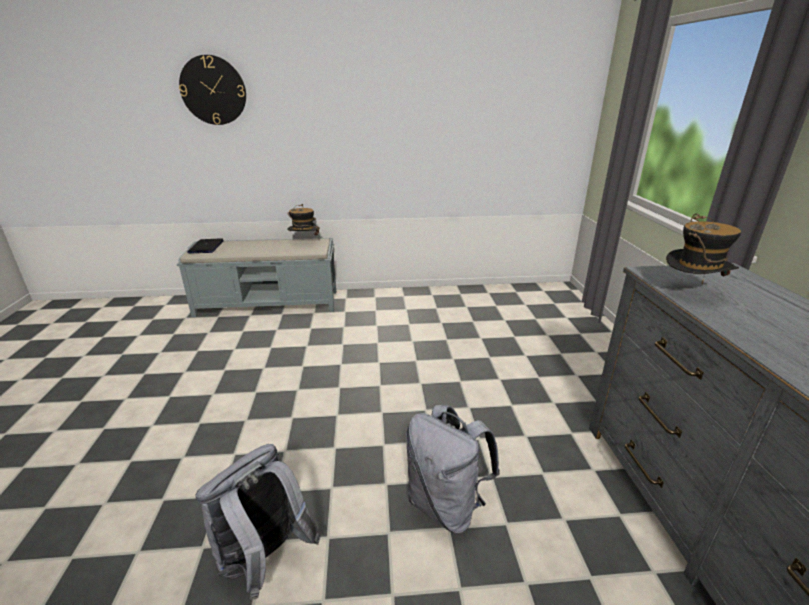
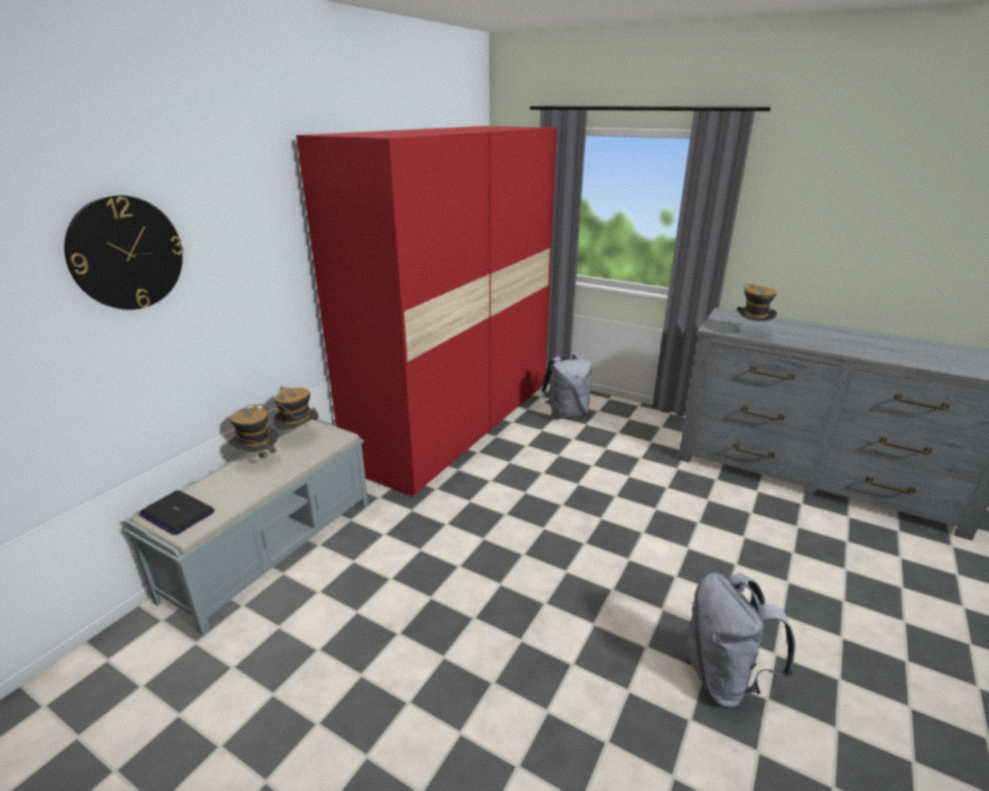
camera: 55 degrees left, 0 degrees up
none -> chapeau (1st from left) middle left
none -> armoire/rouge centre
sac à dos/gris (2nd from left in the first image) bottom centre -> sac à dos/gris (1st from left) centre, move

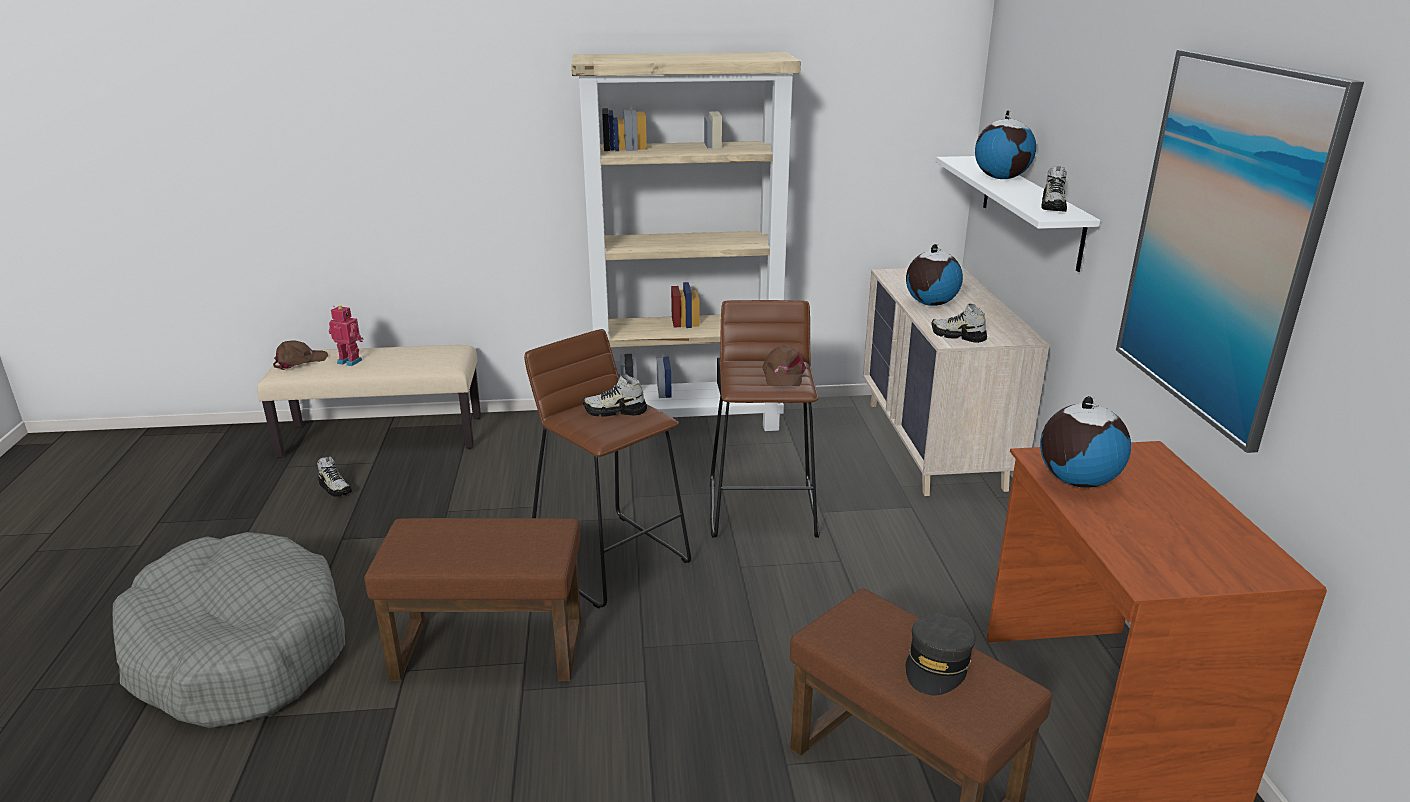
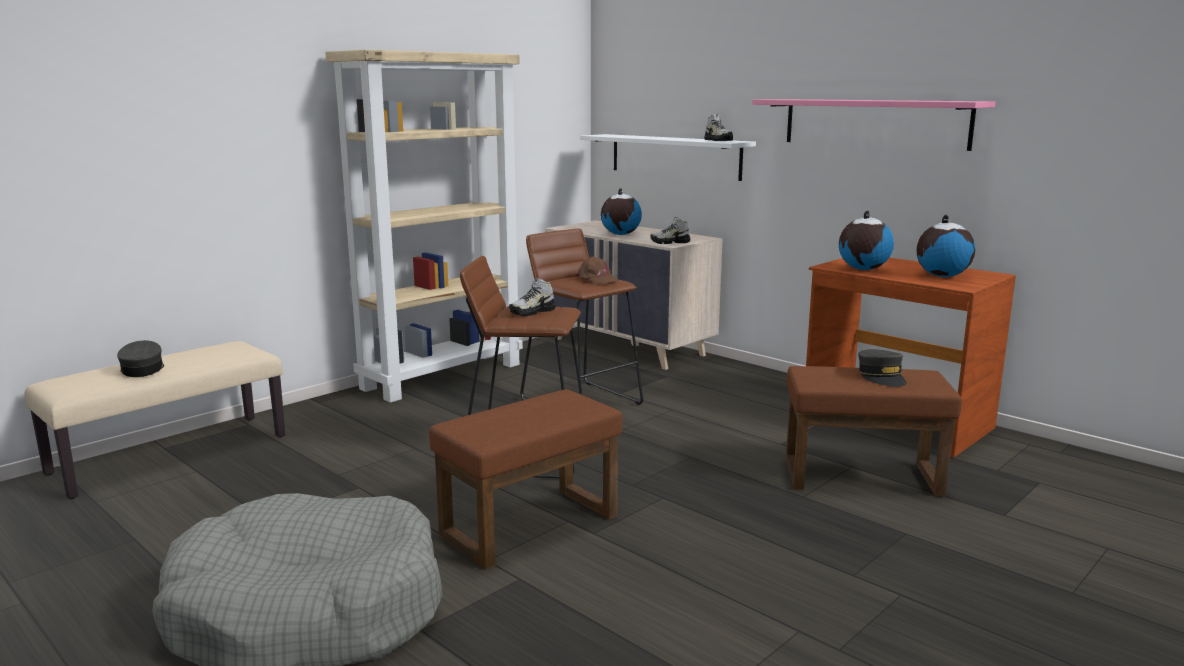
camera: 40 degrees left, 10 degrees down
robot jouet middle left -> casquette/gris (1st from left) middle left
tableau top right -> étagère/rose top right
globe (2nd from left in the first image) top right -> globe (3rd from left) middle right, move
casquette/marron (1st from left) middle left -> none
chaussure (1st from left) middle left -> none

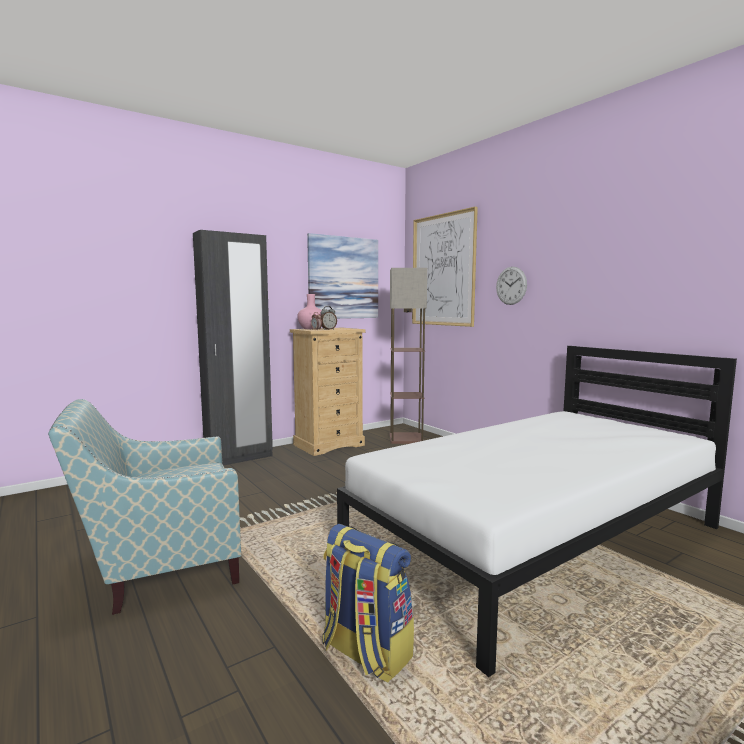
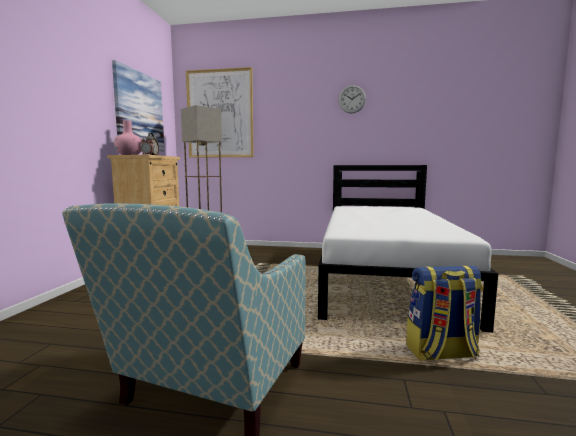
camera: 45 degrees left, 0 degrees up
horloge murale middle right -> horloge murale top centre, move
armoire/noir middle left -> none

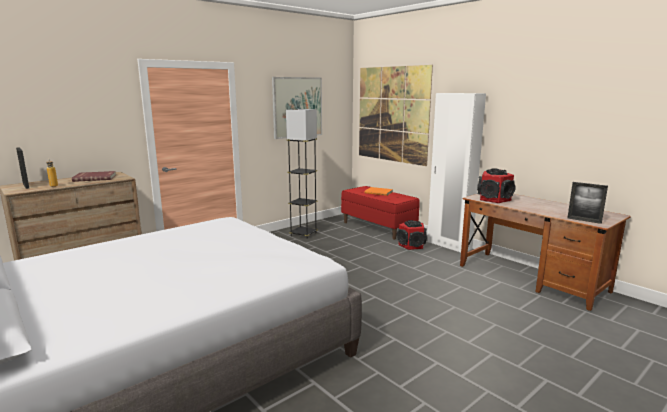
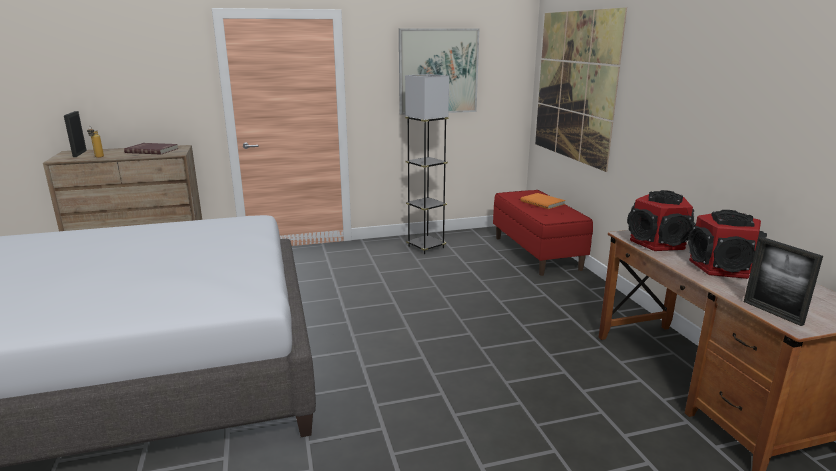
camera: 25 degrees right, 5 degrees up
enceinte (1st from left in the first image) centre -> enceinte (2nd from left) middle right, move
armoire/blanc middle right -> none

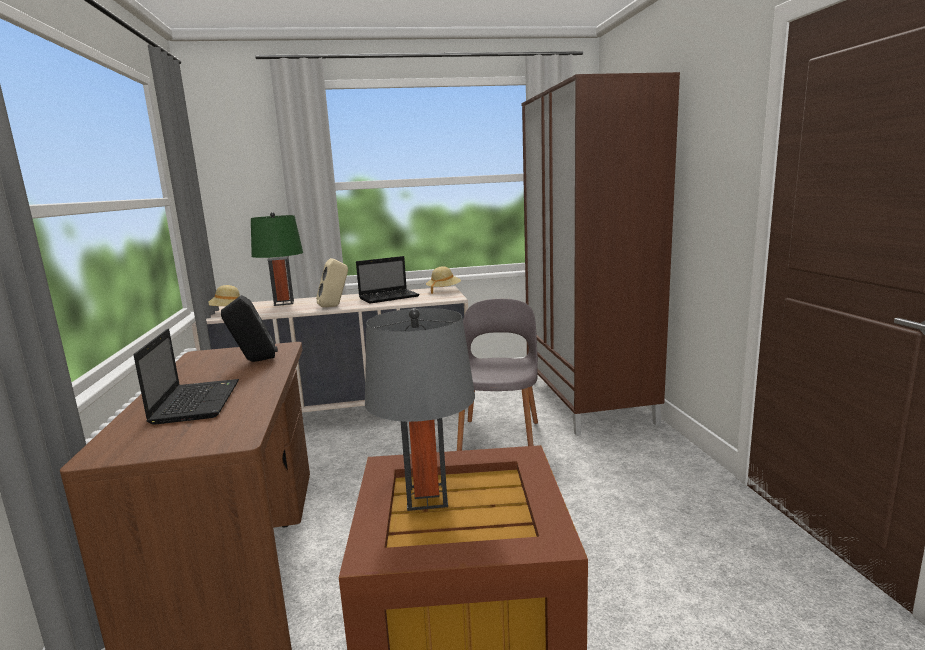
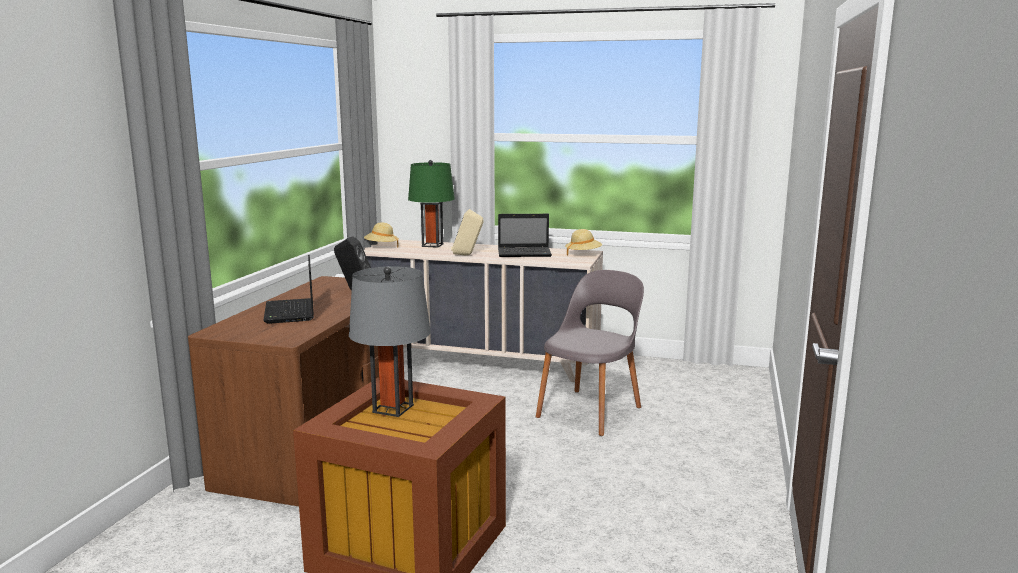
camera: 25 degrees right, 0 degrees up
ordinateur portable (1st from left) middle left, 150 degrees clockwise
armoire/marron centre -> none

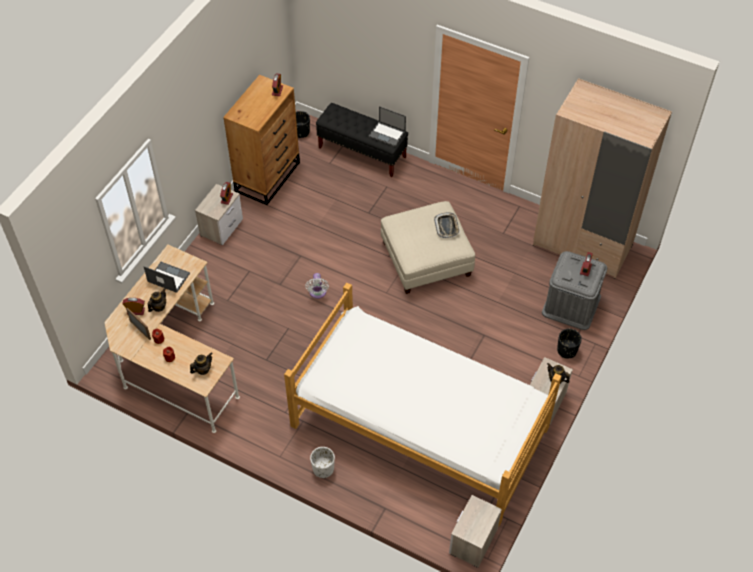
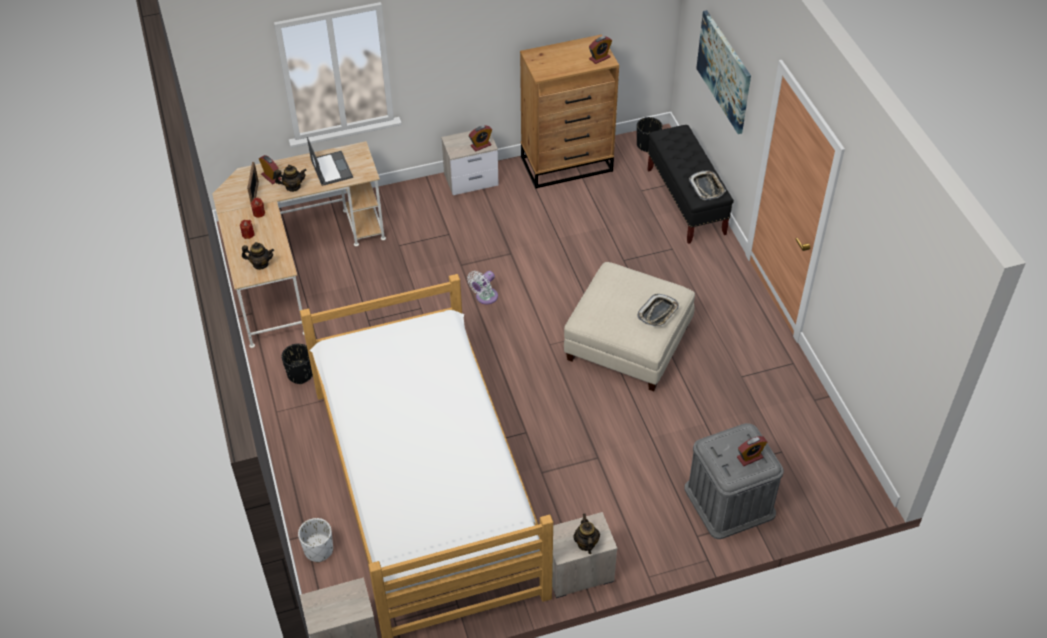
camera: 45 degrees right, 5 degrees down
cache-pot/noir (2nd from left in the first image) middle right -> cache-pot/noir (1st from left) middle left, move
cache-pot/blanc bottom centre -> cache-pot/blanc bottom left, move
ordinateur portable (2nd from left) top centre -> plateau (2nd from left) top right
none -> tableau top right
armoire/beige top right -> none

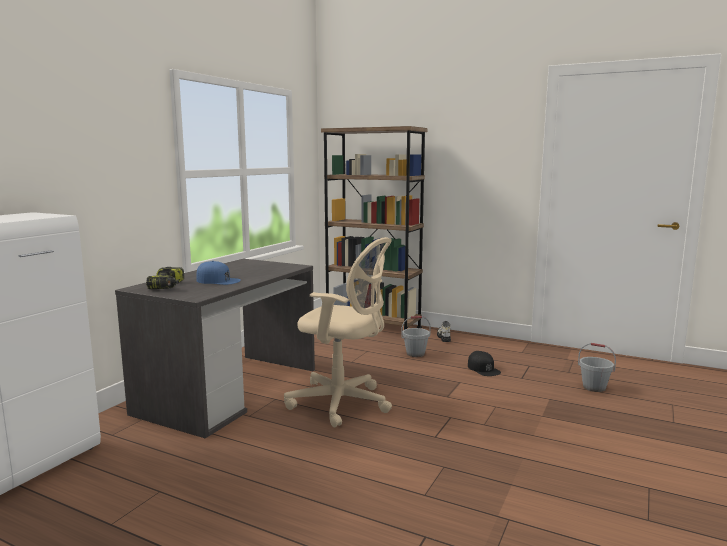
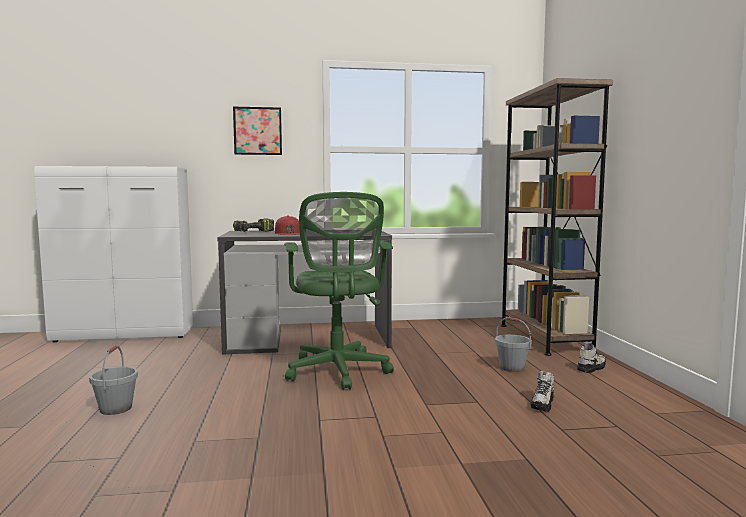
camera: 55 degrees right, 5 degrees down
seau/gris (2nd from left in the first image) bottom right -> seau/gris (1st from left) bottom left, move
none -> tableau top centre
casquette/bleu middle left -> casquette/rouge centre
chaise de bureau/beige centre -> chaise de bureau/vert centre
casquette/noir centre -> chaussure (1st from left) bottom right

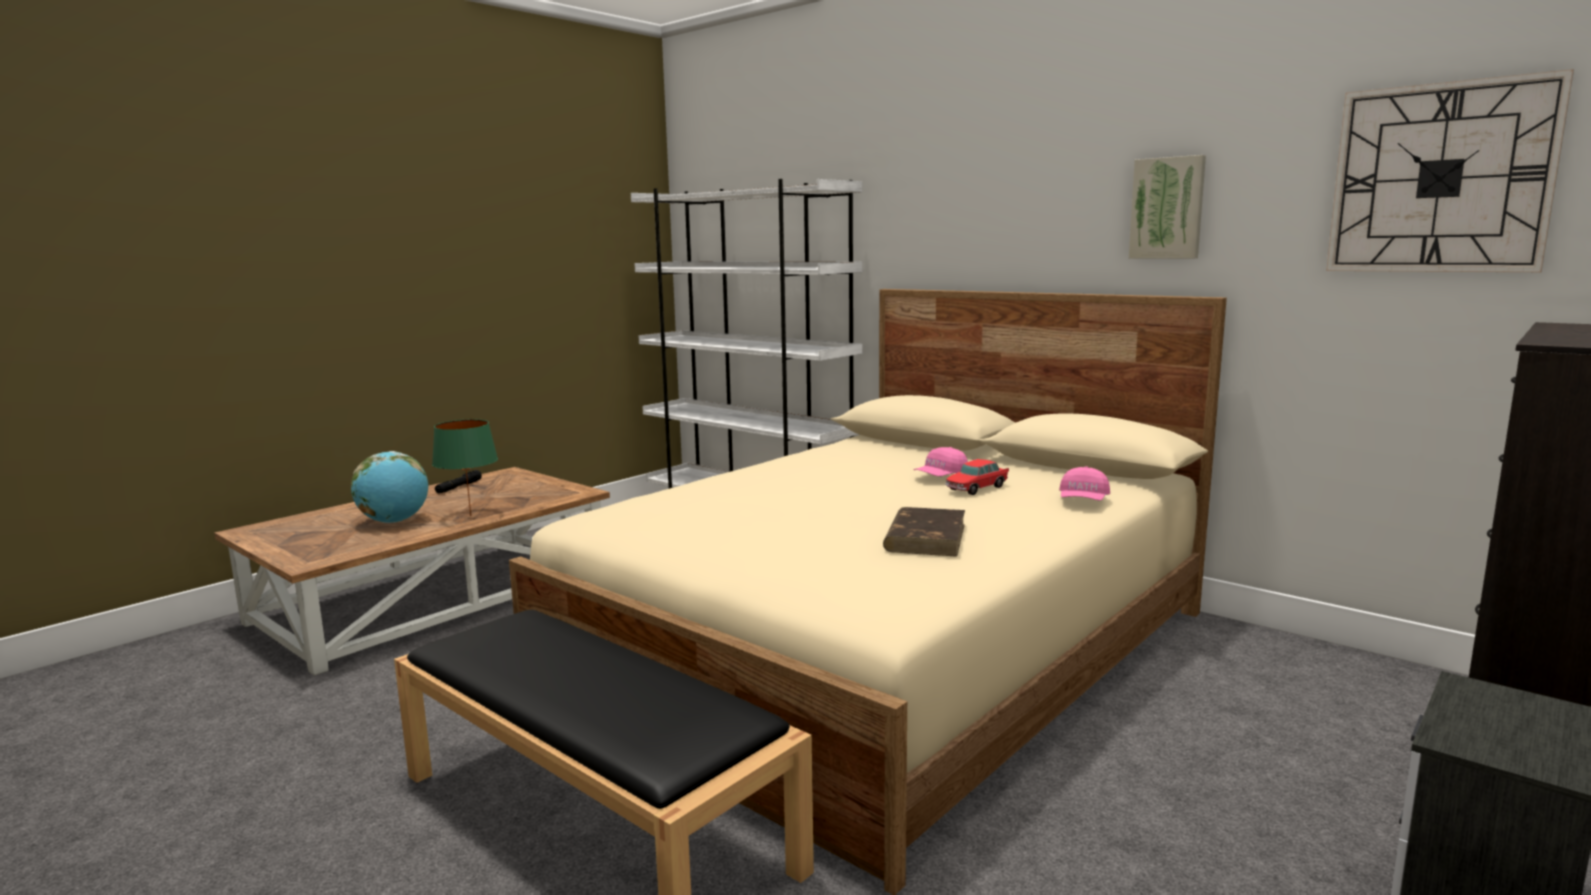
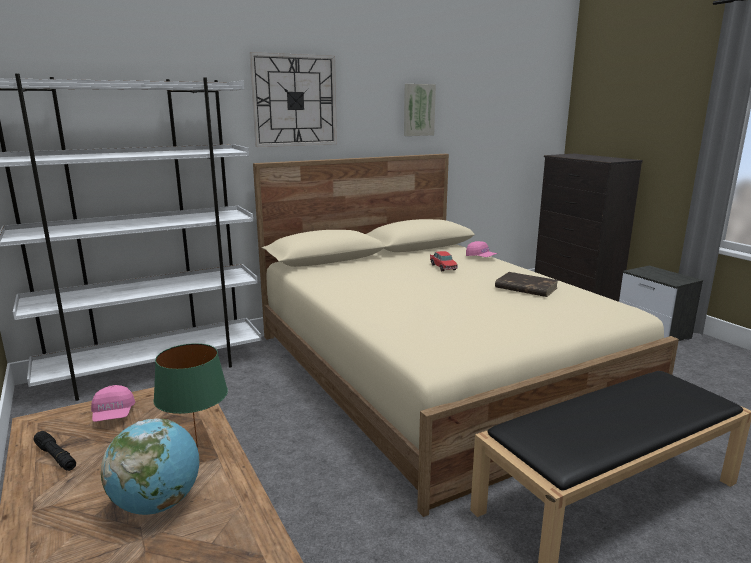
camera: 70 degrees left, 5 degrees up
casquette/rose (1st from left) centre -> casquette/rose (1st from left) bottom left, move
horloge murale top right -> horloge murale top centre, move

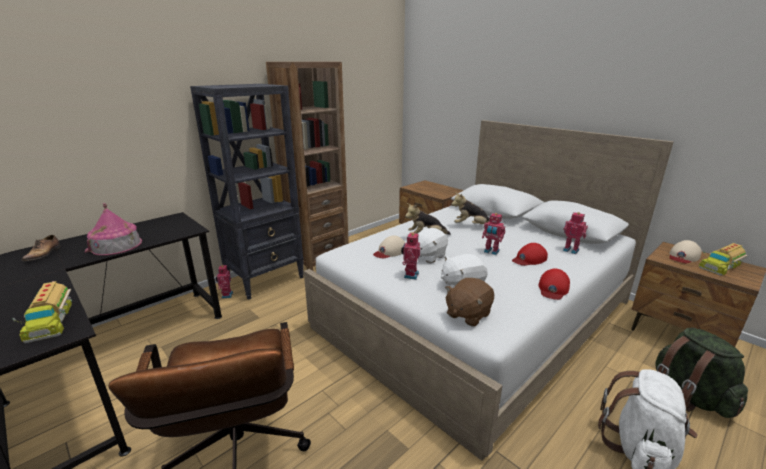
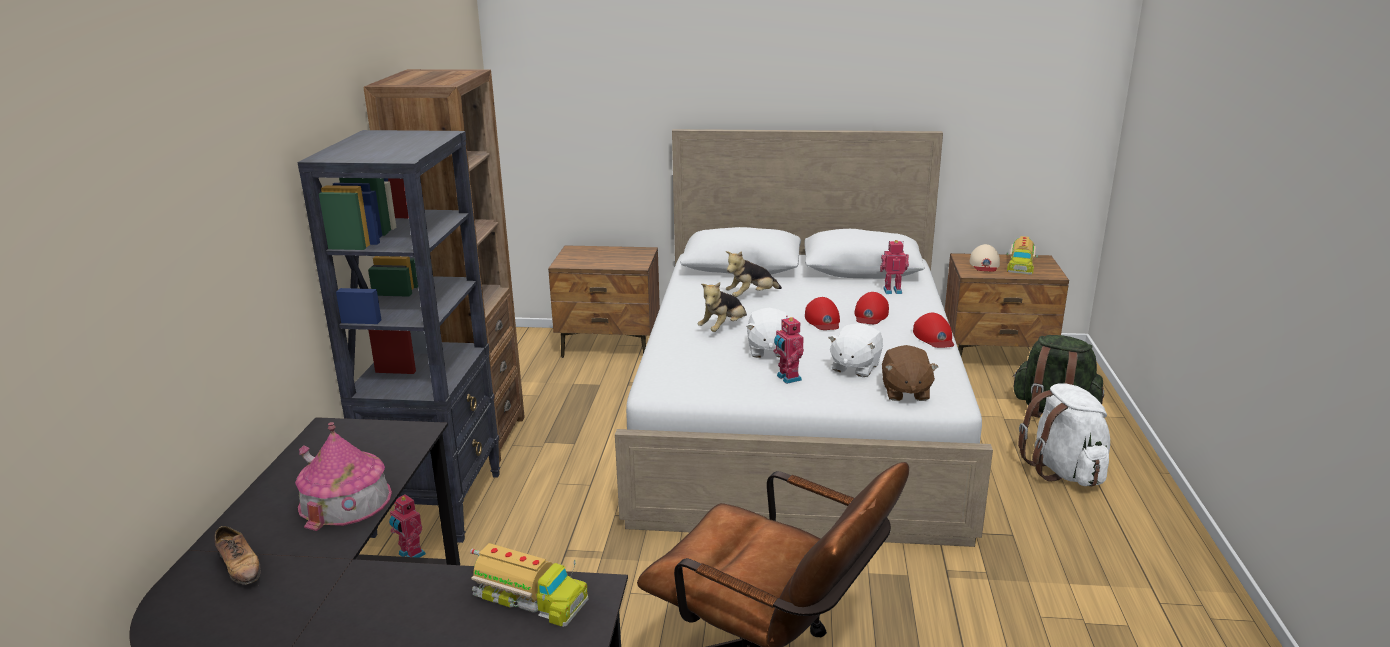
camera: 40 degrees left, 0 degrees up
robot jouet (3rd from left) centre -> casquette/rouge (1st from left) centre
casquette/beige (1st from left) centre -> none

